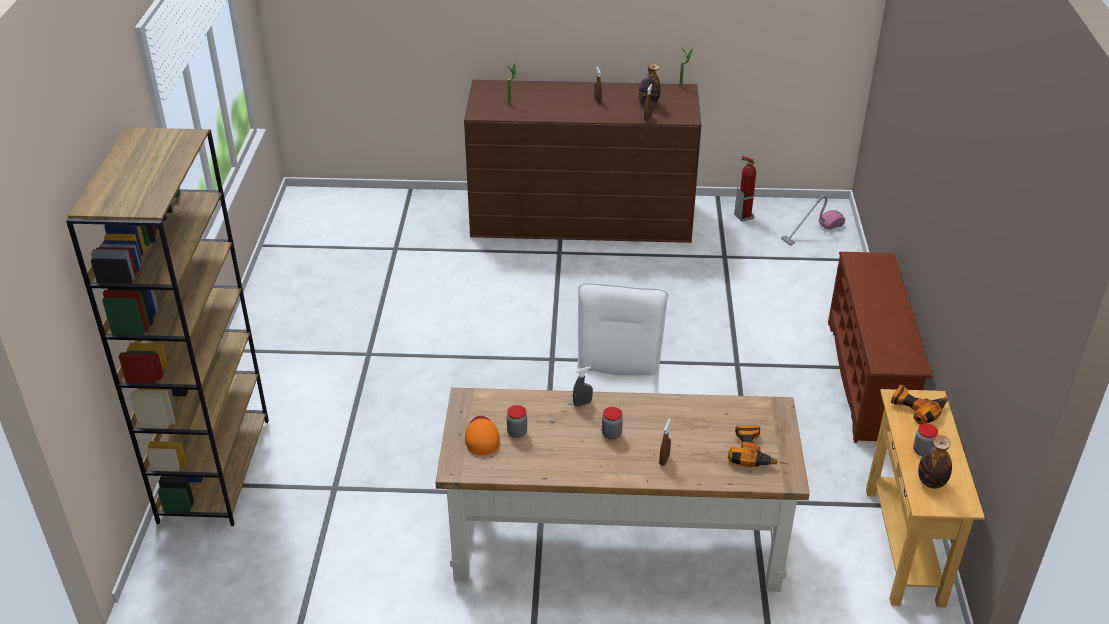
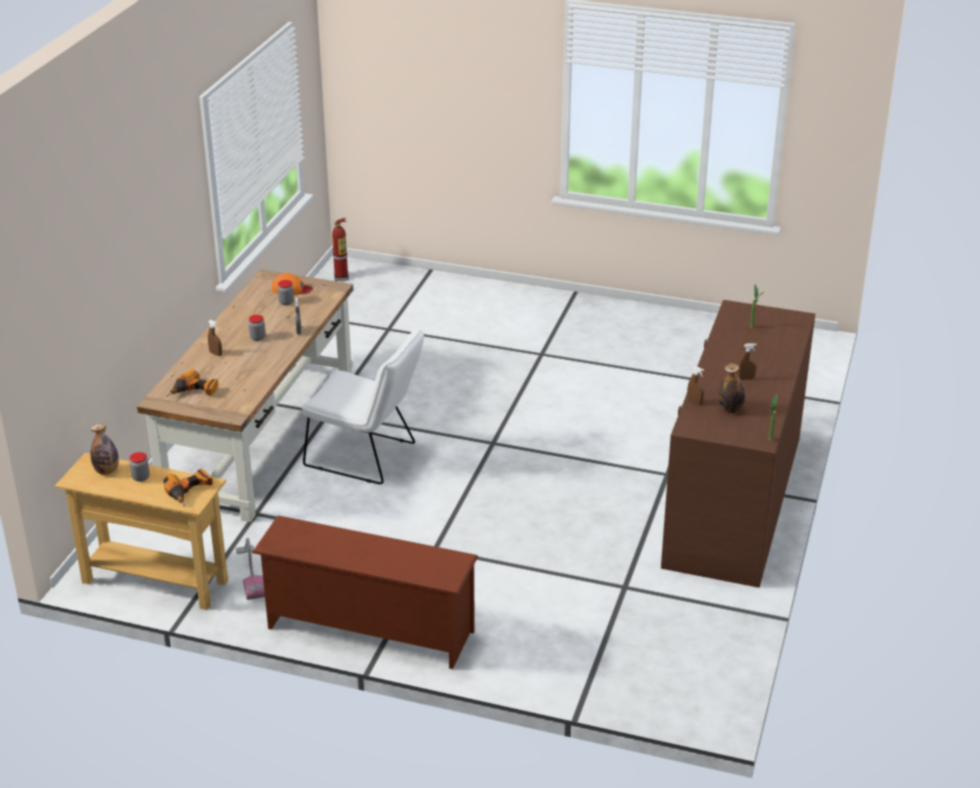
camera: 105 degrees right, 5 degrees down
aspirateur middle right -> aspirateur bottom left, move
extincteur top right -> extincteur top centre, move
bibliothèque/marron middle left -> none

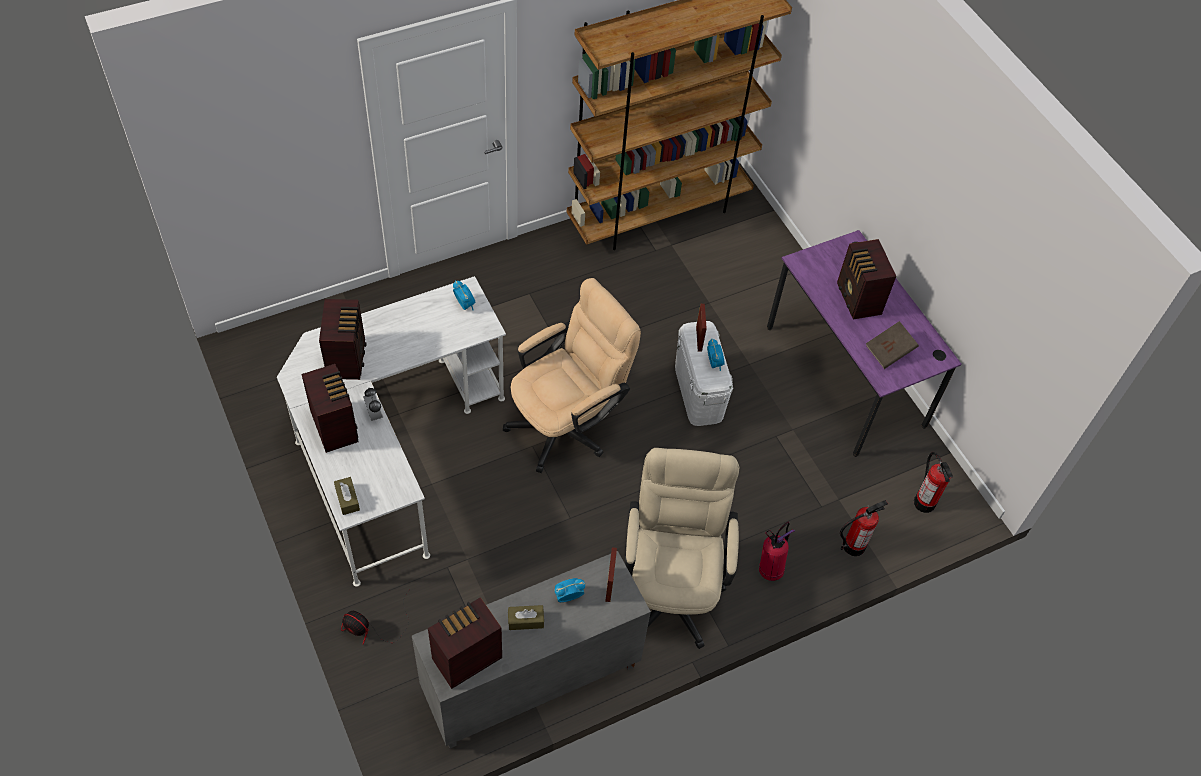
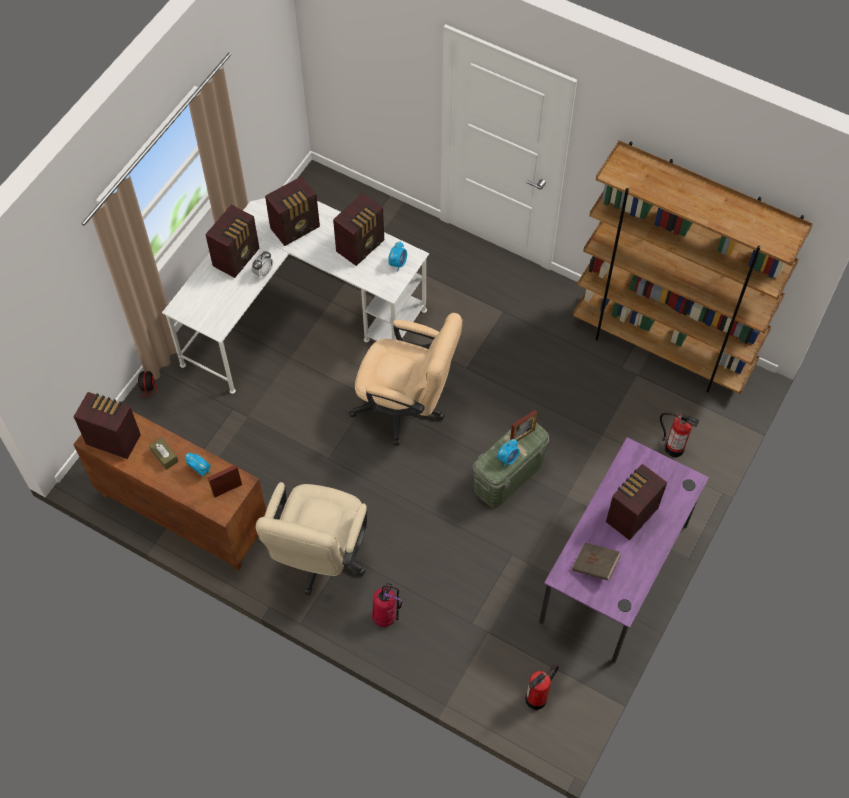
camera: 60 degrees right, 5 degrees up
meuble de rangement/gris bottom centre -> meuble de rangement/marron middle left
chaise de bureau/beige (2nd from left in the first image) bottom centre -> chaise de bureau/beige (1st from left) bottom centre, 135 degrees clockwise
none -> radio (4th from left) top centre
boîte de rangement/blanc centre -> boîte de rangement/vert centre
extincteur (2nd from left in the first image) bottom right -> extincteur (3rd from left) middle right, move
boîte à mouchoirs/marron (1st from left) middle left -> none

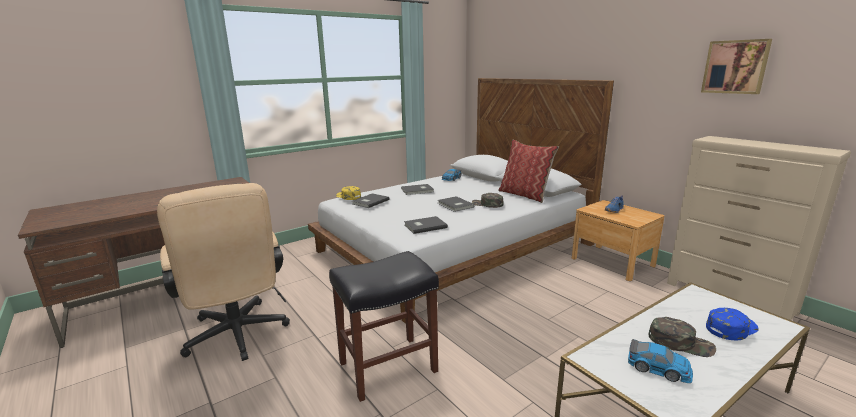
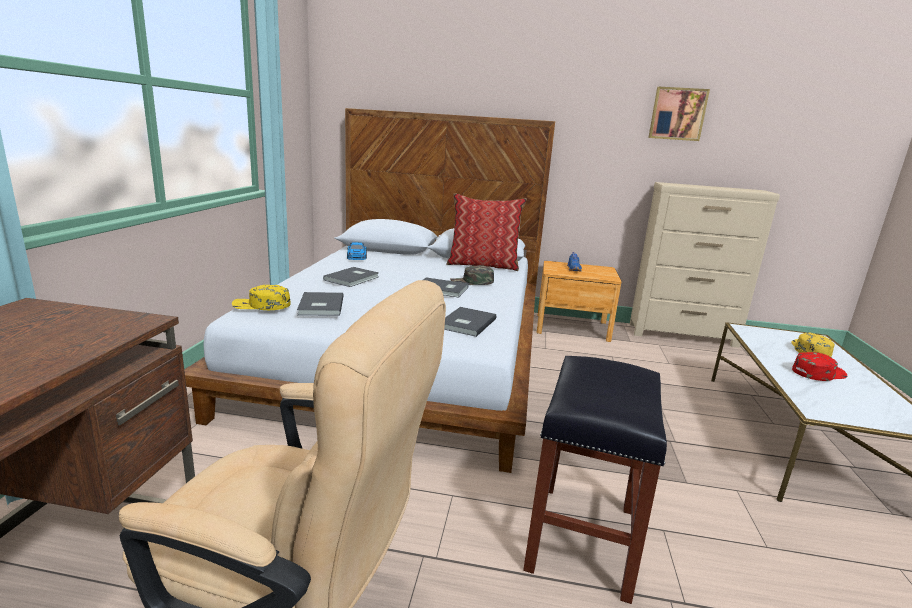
camera: 45 degrees left, 0 degrees up
casquette/bleu bottom right -> casquette/jaune (2nd from left) middle right
casquette/vert (2nd from left) bottom right -> casquette/rouge middle right
petite voiture (2nd from left) bottom right -> none

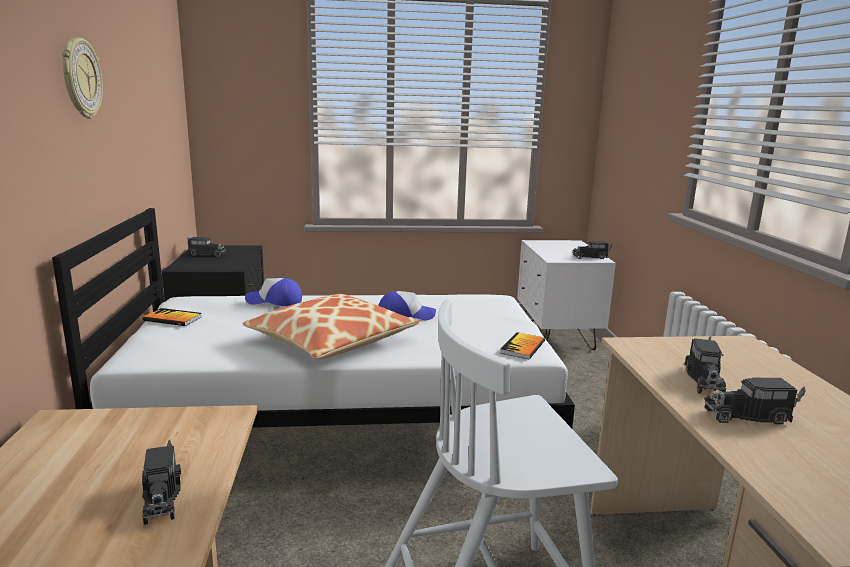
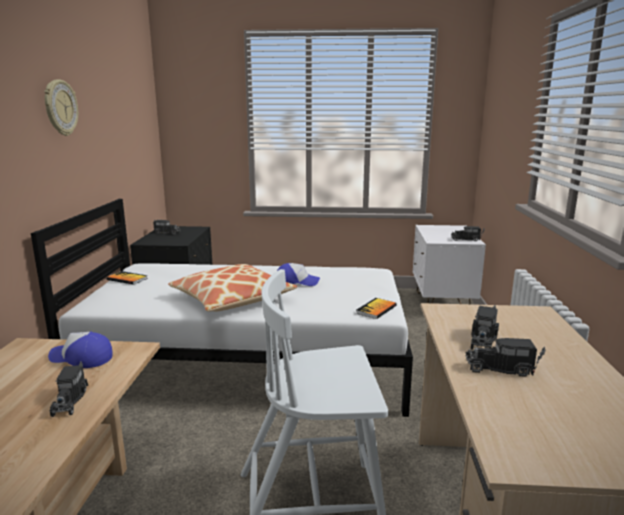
camera: 10 degrees right, 0 degrees up
casquette (1st from left) middle left -> casquette (1st from left) bottom left, move

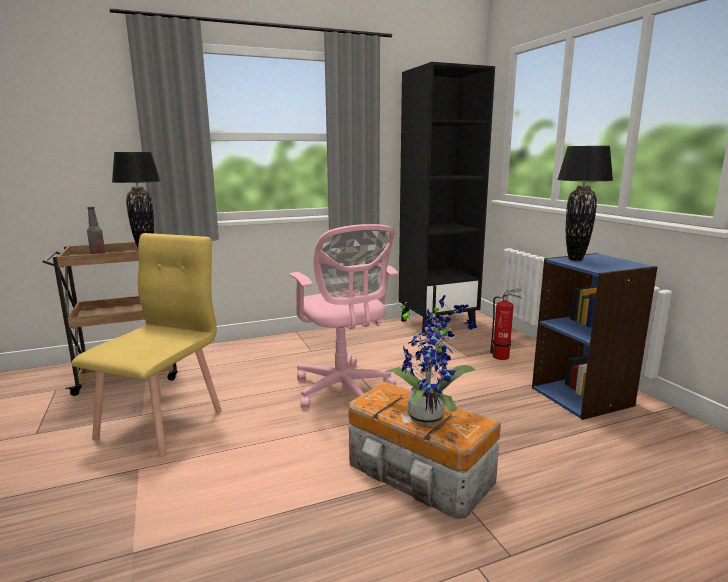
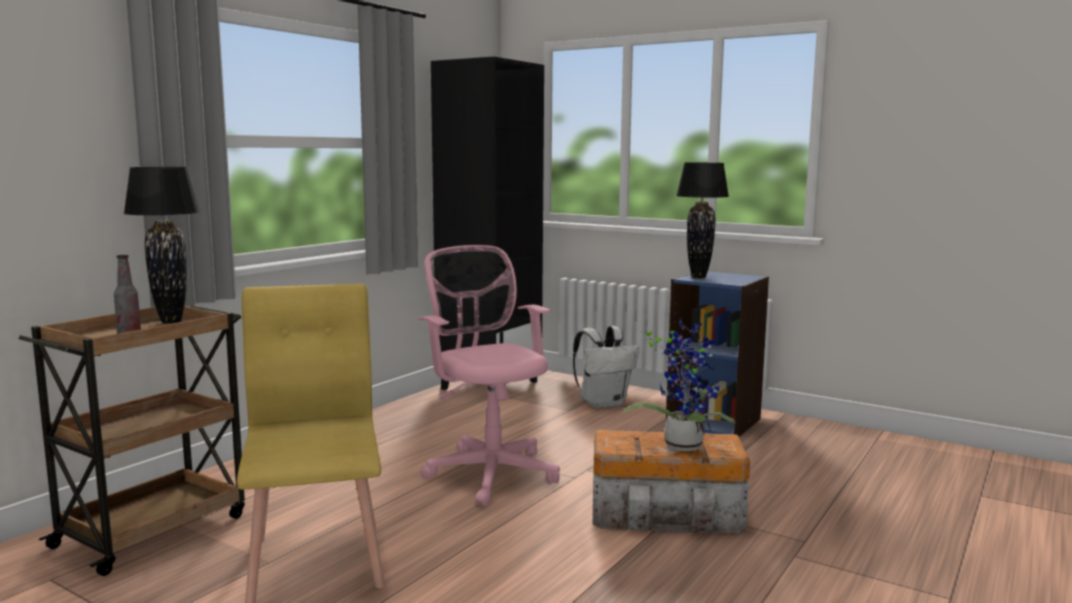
camera: 35 degrees left, 5 degrees down
chaise de bureau/rose centre, 150 degrees counterclockwise
extincteur middle right -> sac à dos/blanc centre

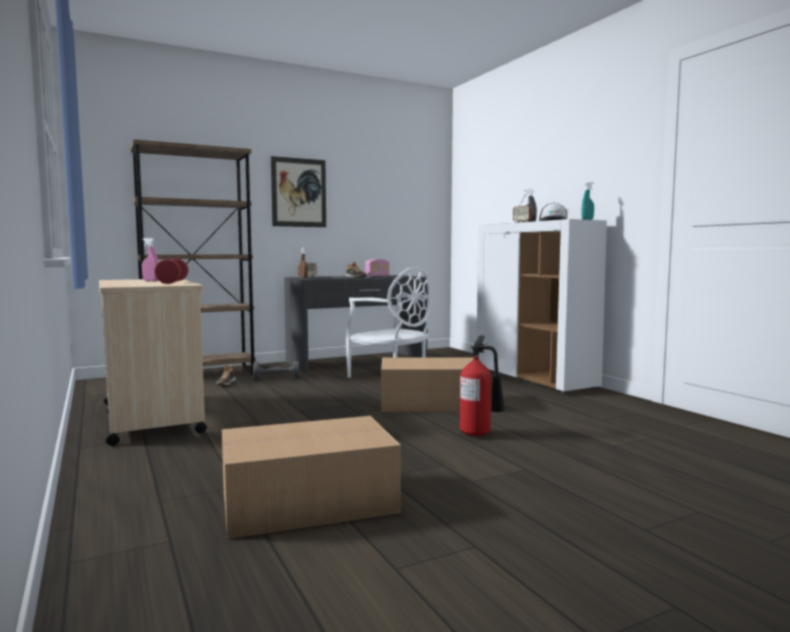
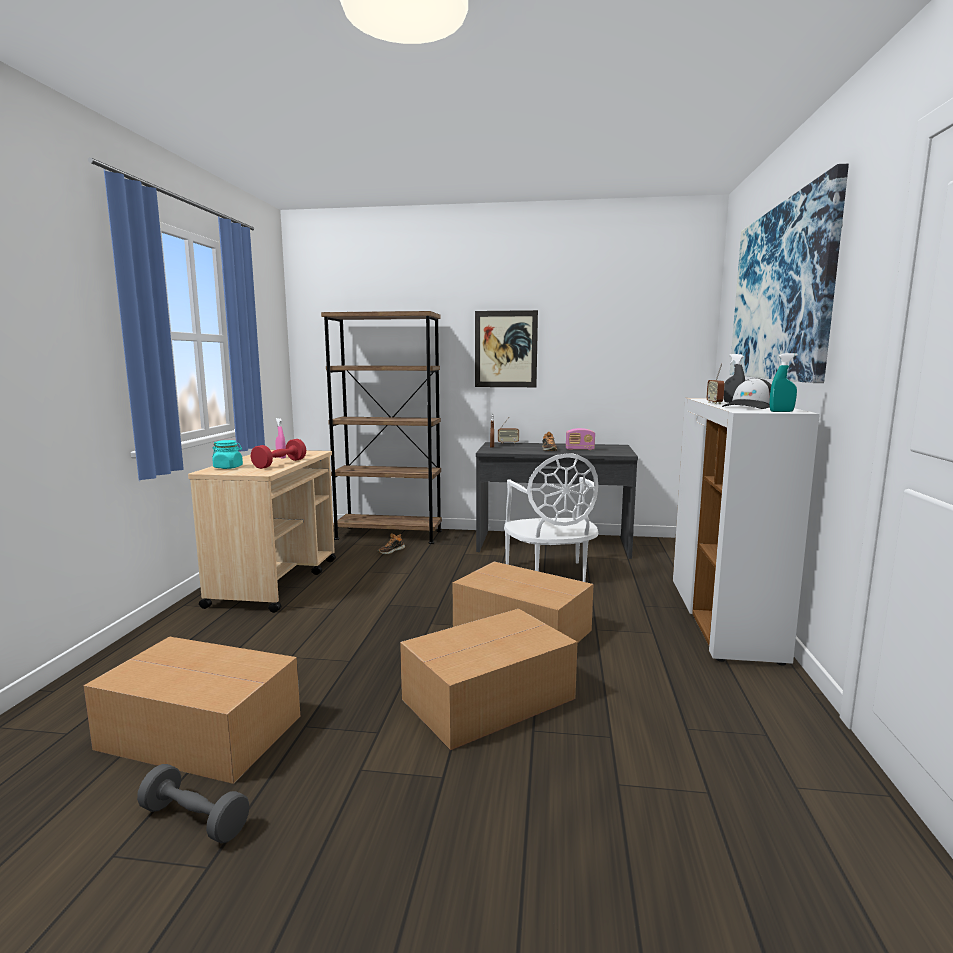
camera: 35 degrees right, 5 degrees up
haltère/gris centre -> haltère/gris bottom left, move
none -> bocal/turquoise middle left
extincteur centre -> carton (2nd from left) bottom centre
none -> tableau (2nd from left) top right

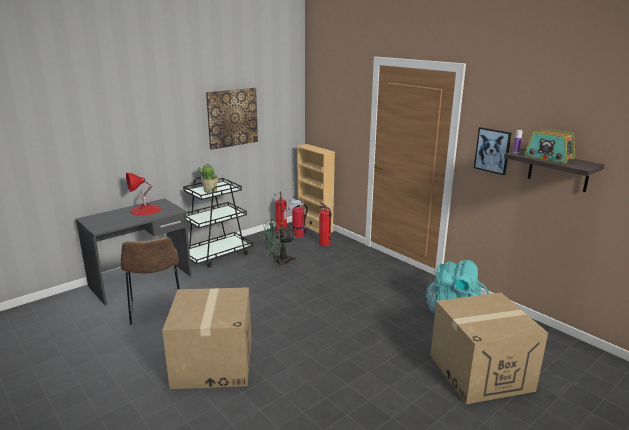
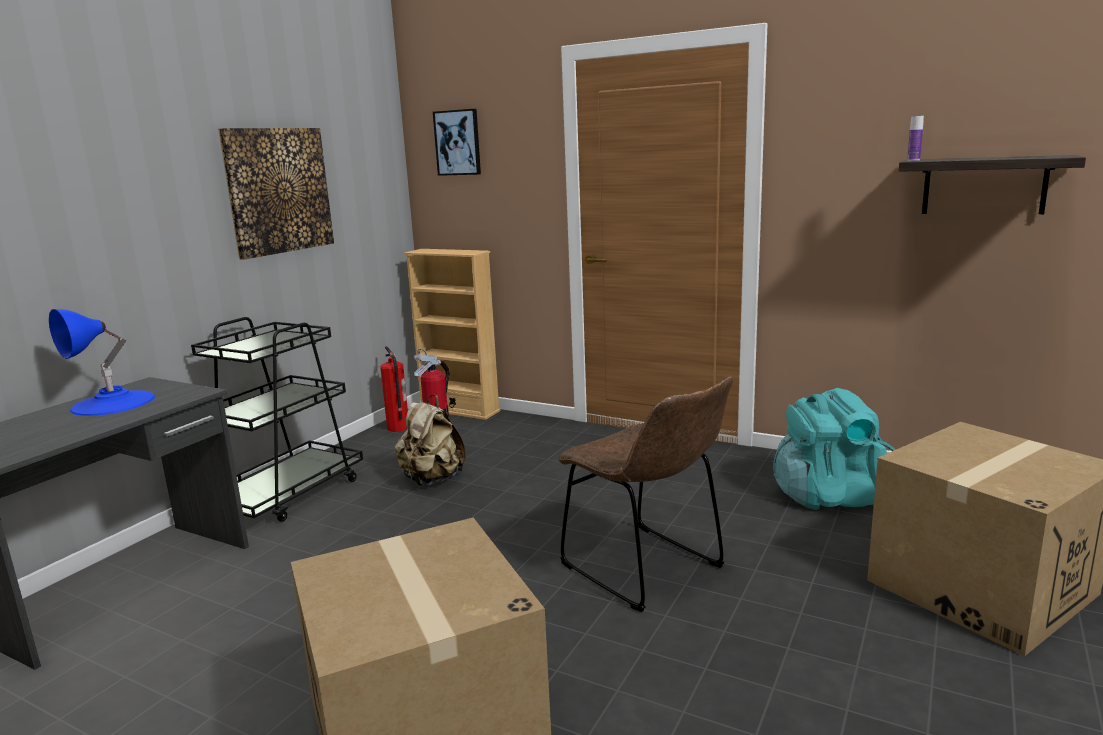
camera: 20 degrees left, 5 degrees down
lampe de table/rouge middle left -> lampe de table/bleu middle left
ventilateur/vert centre -> sac à dos/beige centre
tableau (2nd from left) middle right -> tableau (2nd from left) top centre, move
chaise/marron middle left -> chaise/marron bottom centre, move
plante en pot middle left -> none
extincteur (3rd from left) centre -> none
radio middle right -> none

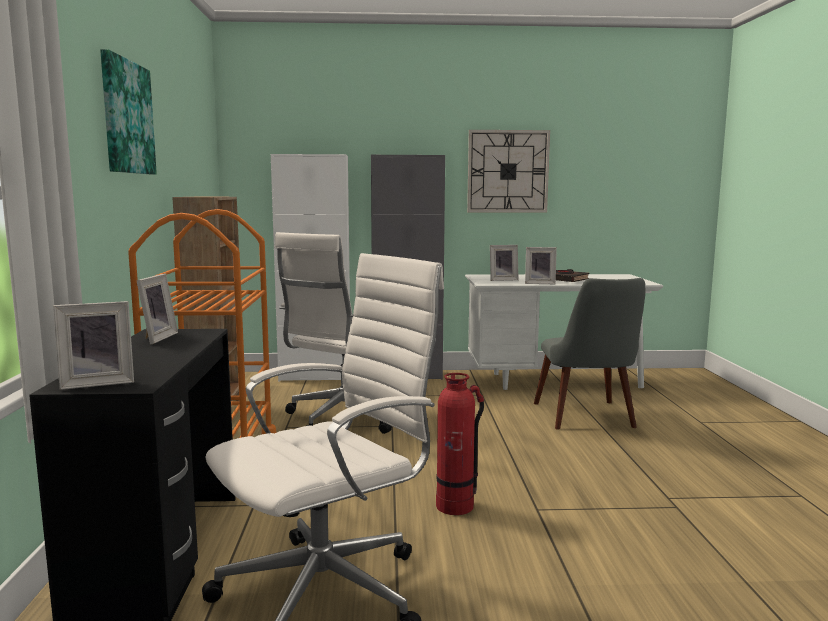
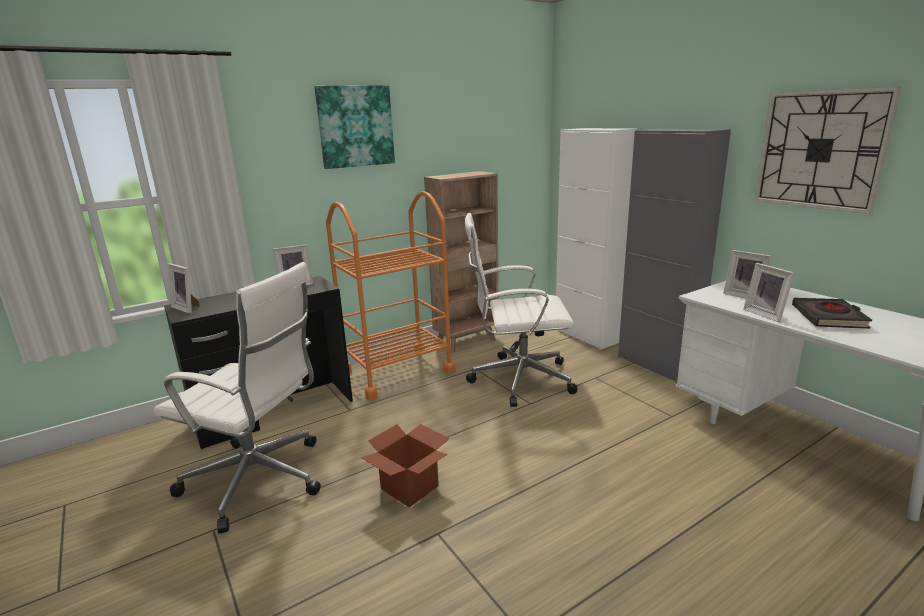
camera: 60 degrees right, 10 degrees up
extincteur bottom centre -> carton bottom centre
chaise/gris middle right -> none

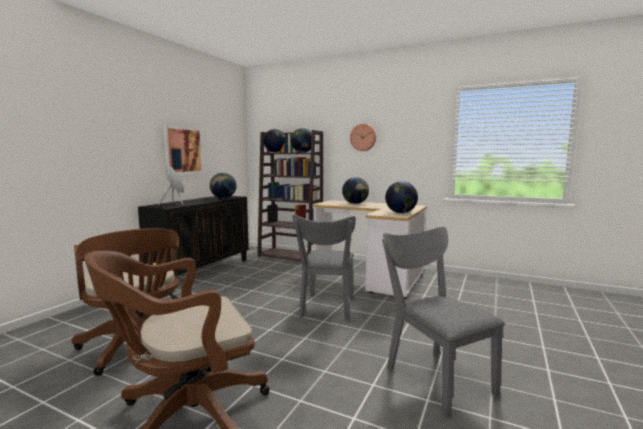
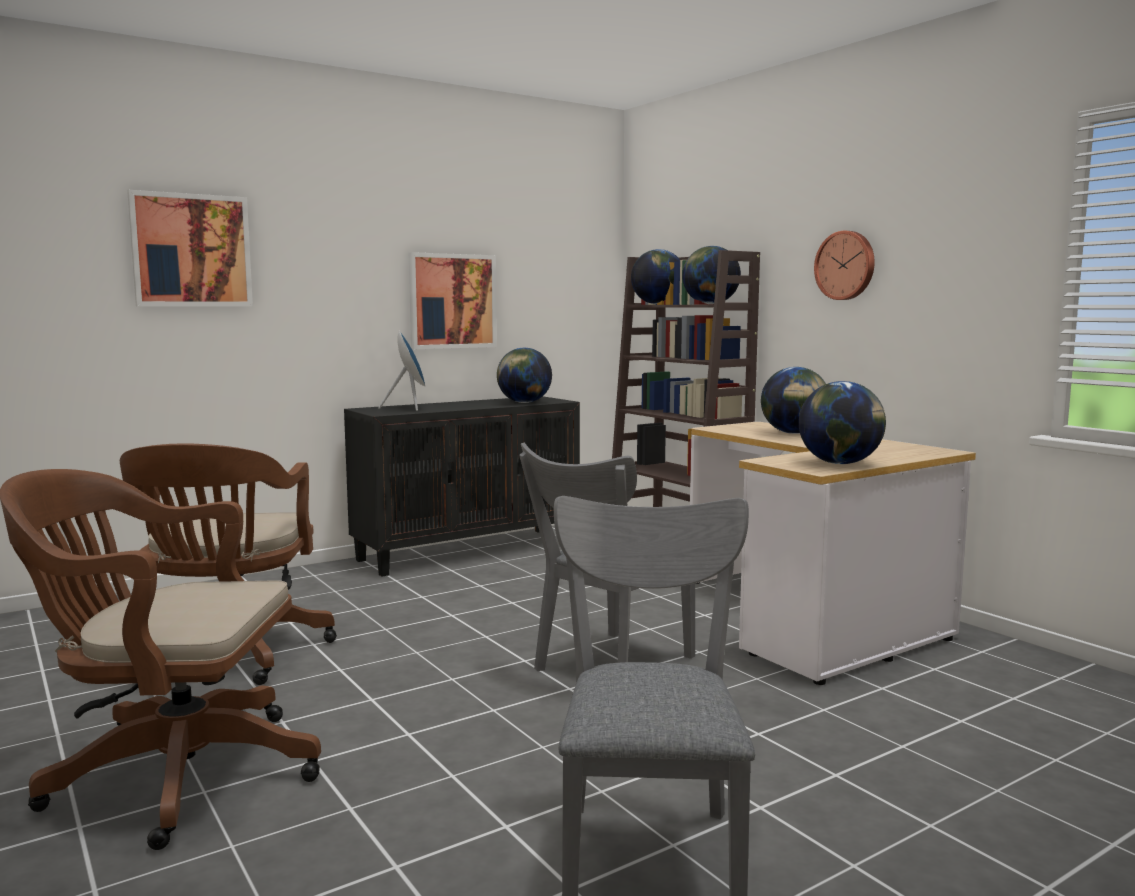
camera: 30 degrees right, 0 degrees up
none -> tableau (1st from left) top left

